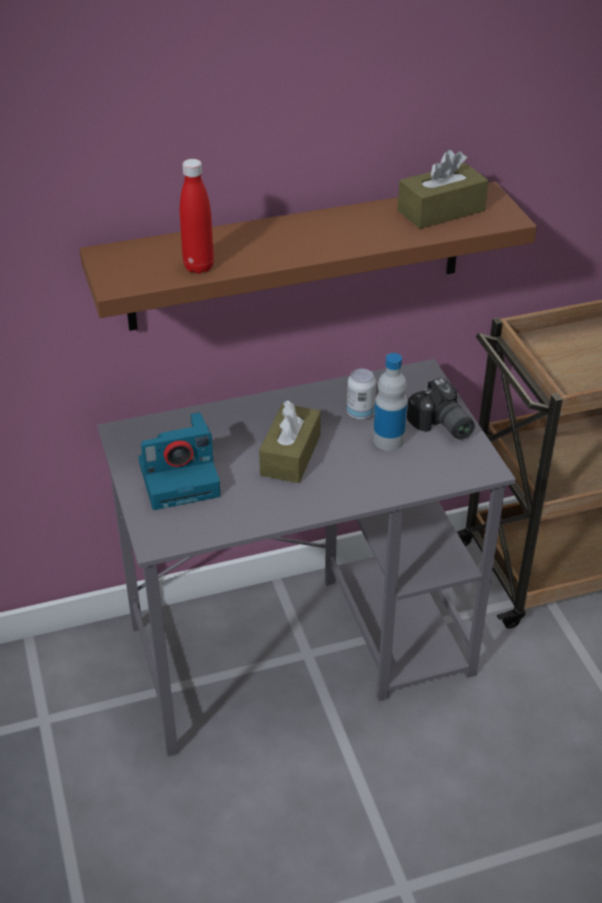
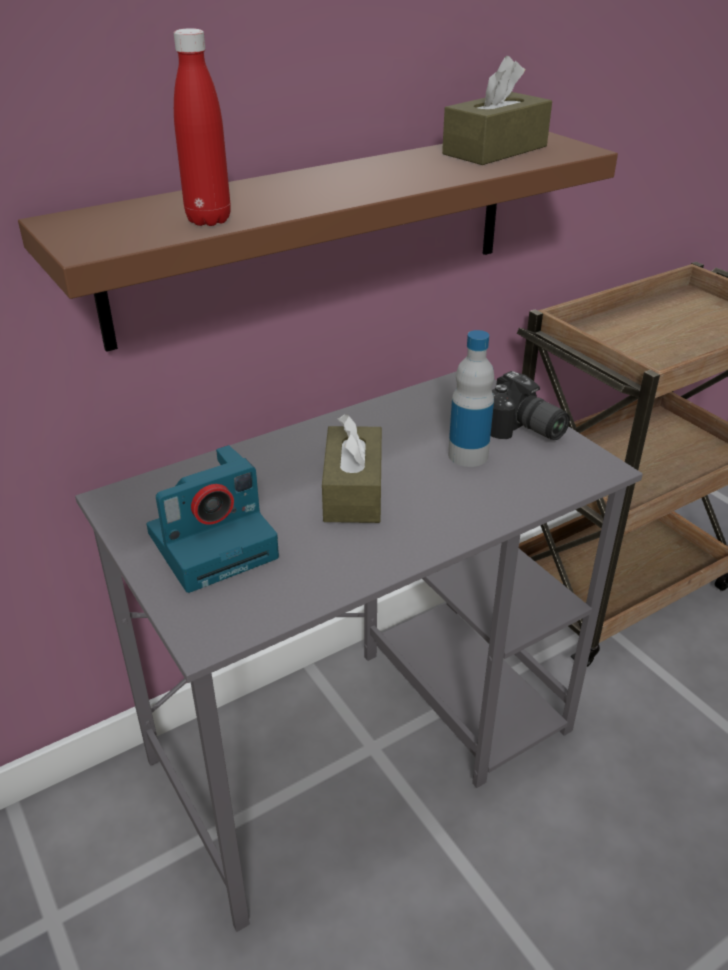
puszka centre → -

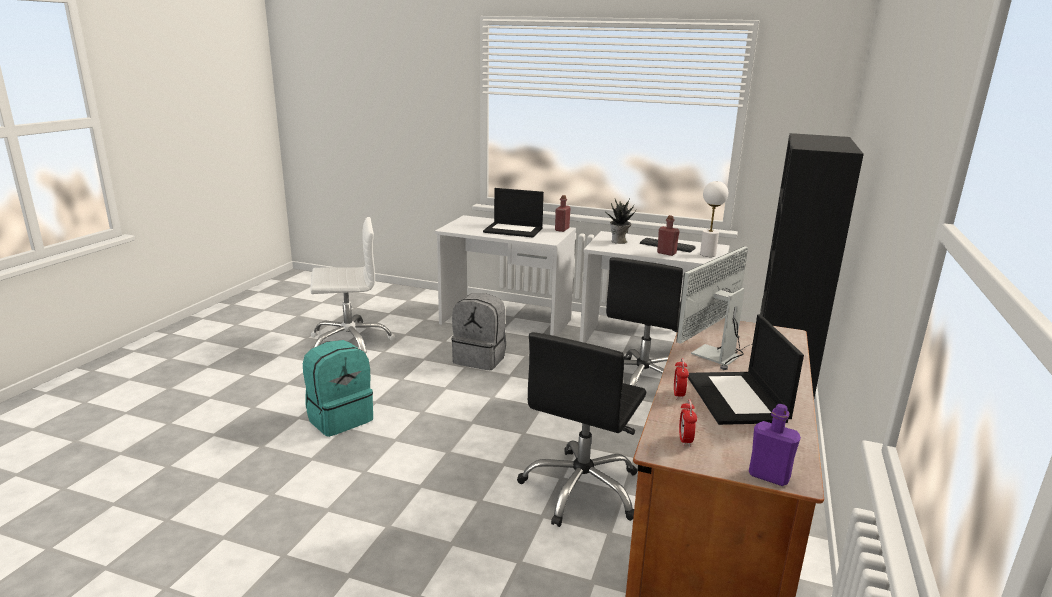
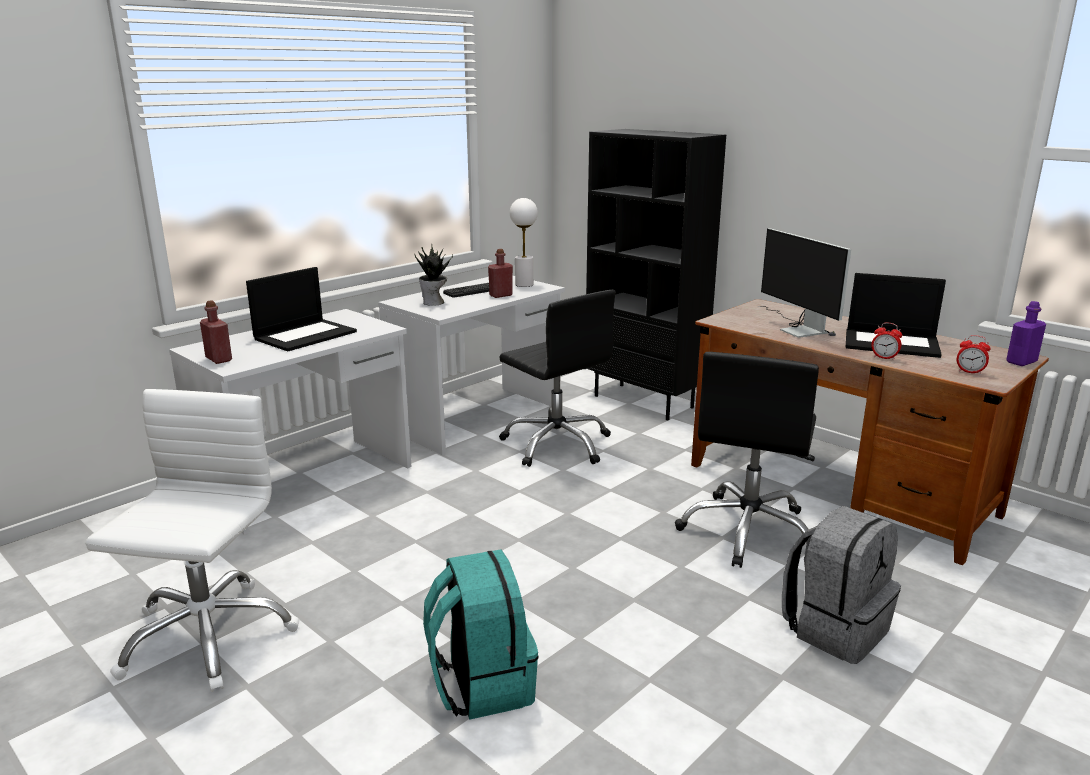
plecak/szary centre → plecak/szary bottom right, move
butelka/czerwony (1st from left) centre → butelka/czerwony (1st from left) middle left, move
krzesło biurowe/czarny (1st from left in the first image) bottom centre → krzesło biurowe/czarny (2nd from left) middle right, 60 degrees clockwise

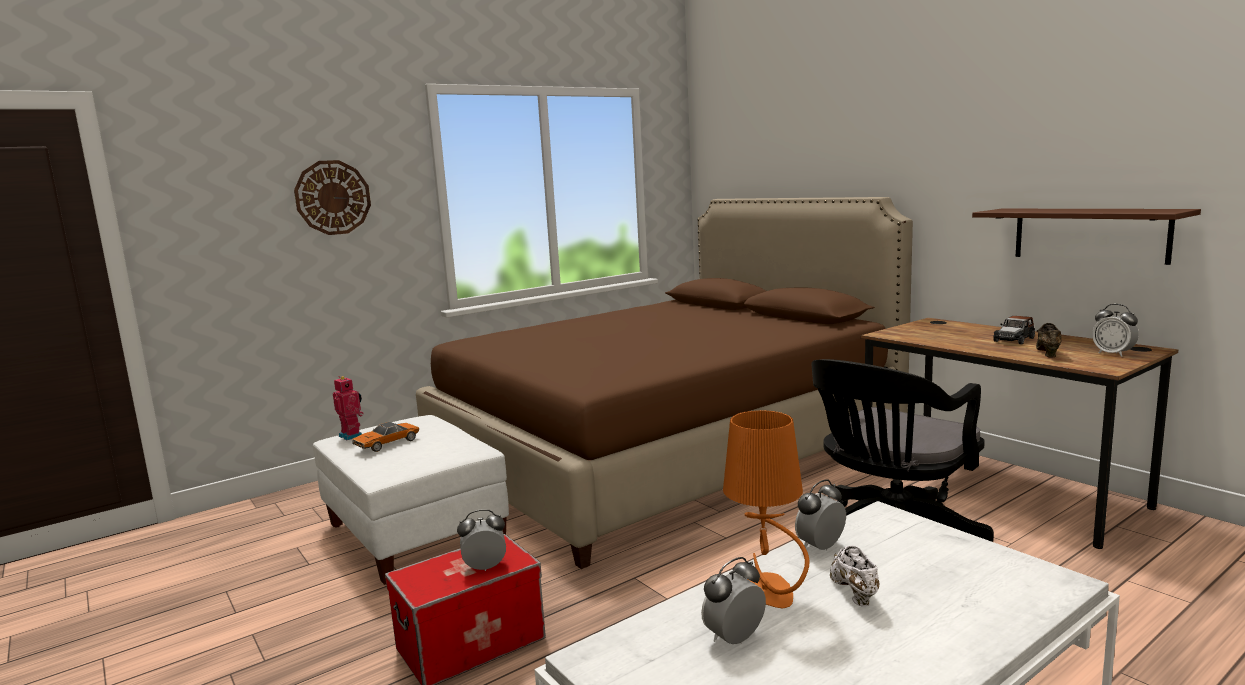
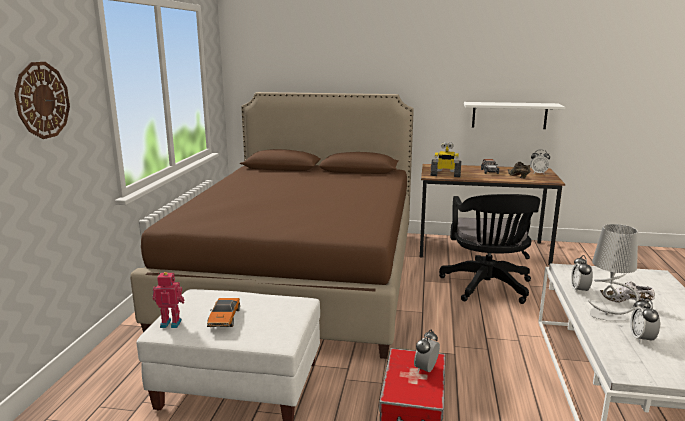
- → robot zabawkowy (2nd from left) centre
lampa stołowa/pomarańczowy bottom centre → lampa stołowa/szary middle right
półka/brązowy middle right → półka/biały top right

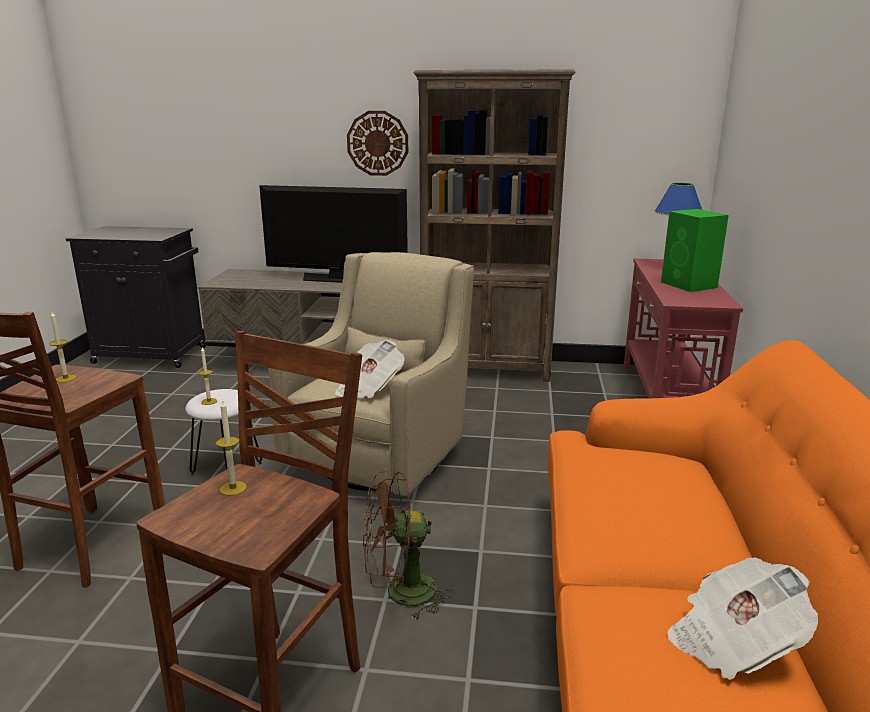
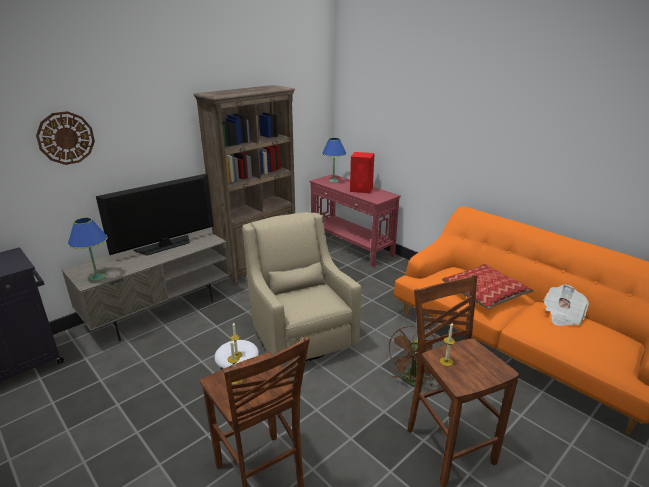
gazeta (1st from left) centre → -
- → lampa stołowa/niebieski (1st from left) middle left
- → poduszka middle right
zegar ścienny top centre → zegar ścienny top left, move
głośnik/zielony middle right → głośnik/czerwony centre

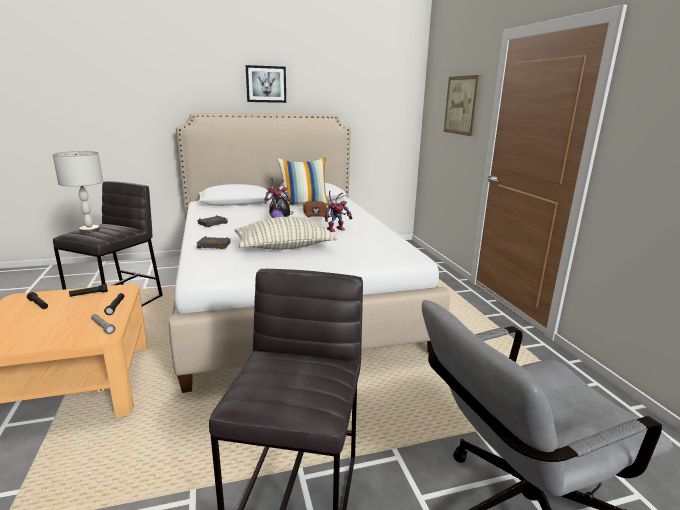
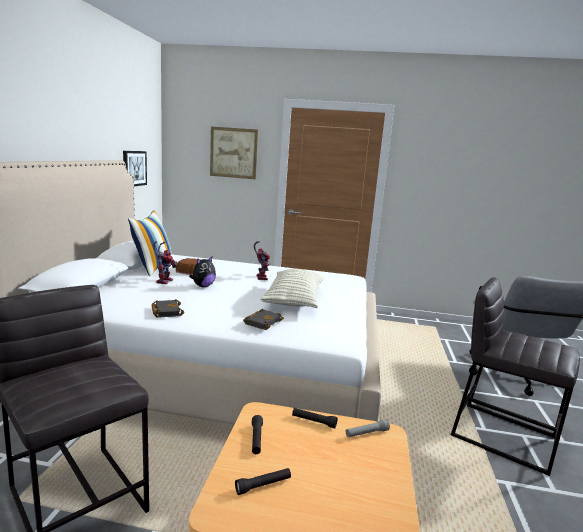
lampa stołowa/szary middle left → -
obraz (1st from left) top centre → obraz (1st from left) top left, move

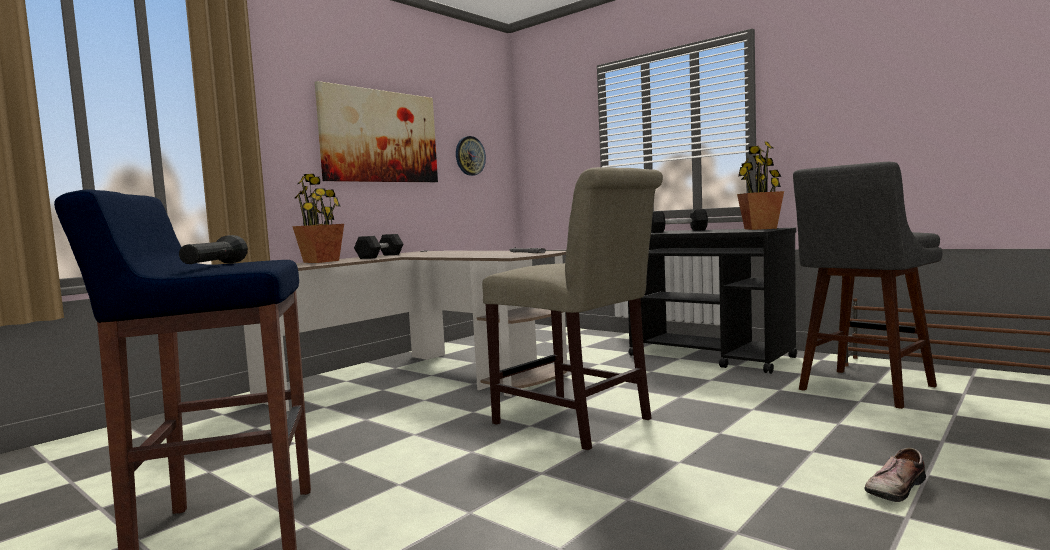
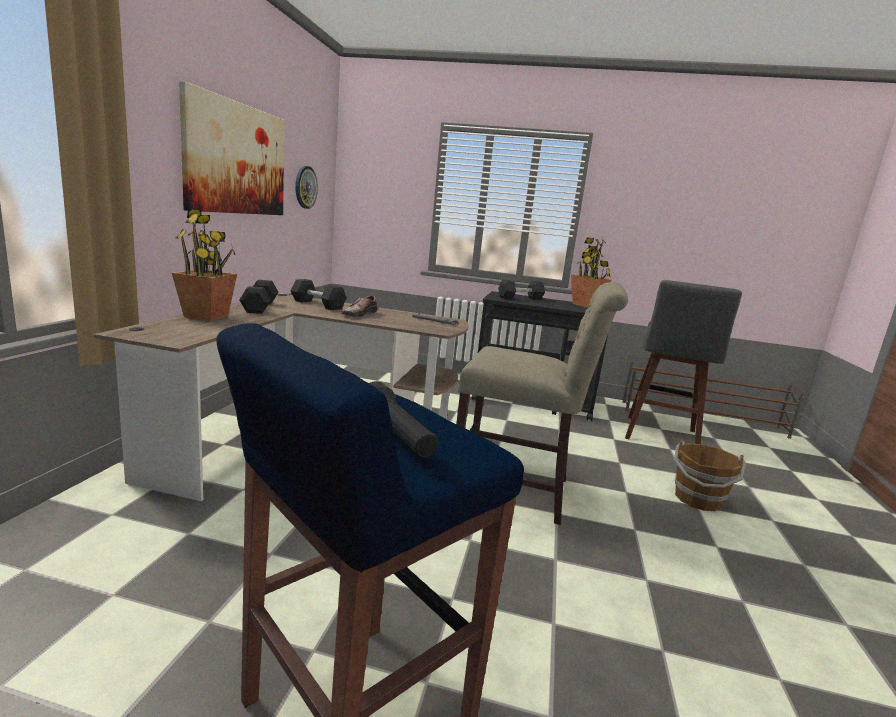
- → hantel/czarny (2nd from left) centre
- → wiadro/brązowy middle right
but bottom right → but centre, move

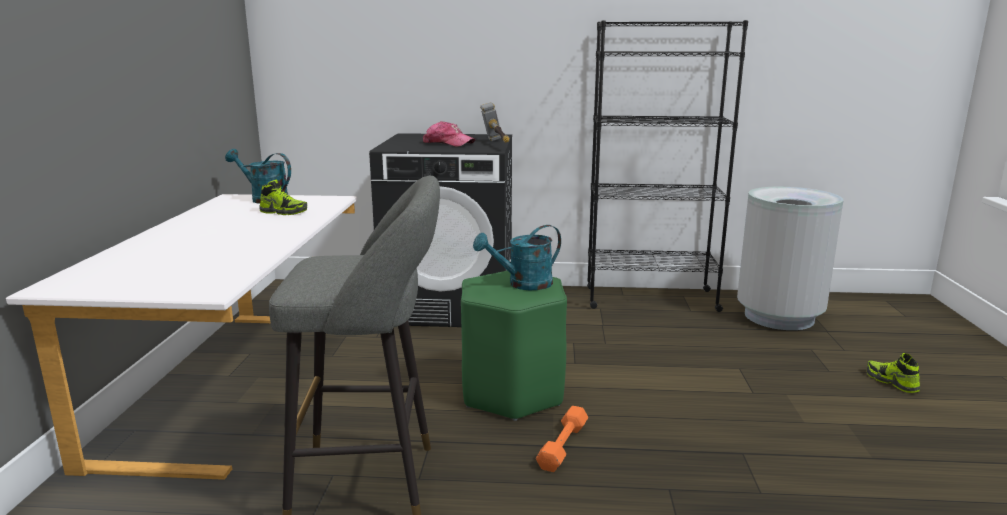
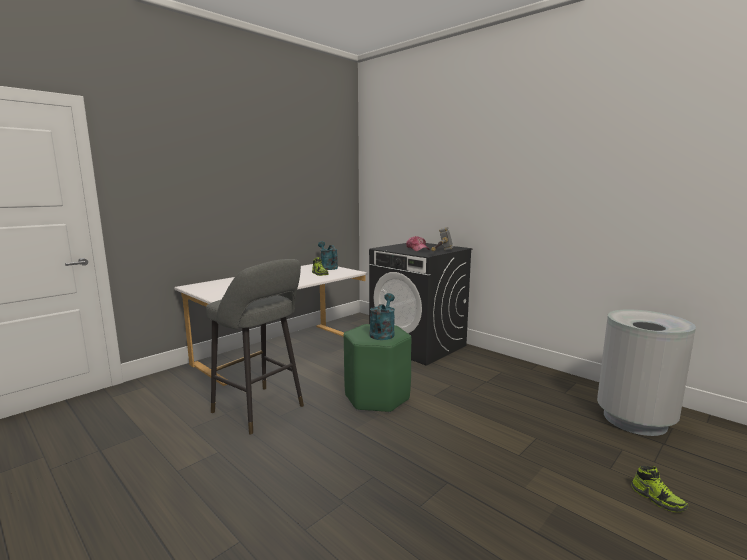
hantel/pomarańczowy bottom centre → -
regał/czarny top centre → -
konewka/turkusowy (2nd from left) centre, 90 degrees clockwise
but (2nd from left) bottom right, 135 degrees clockwise

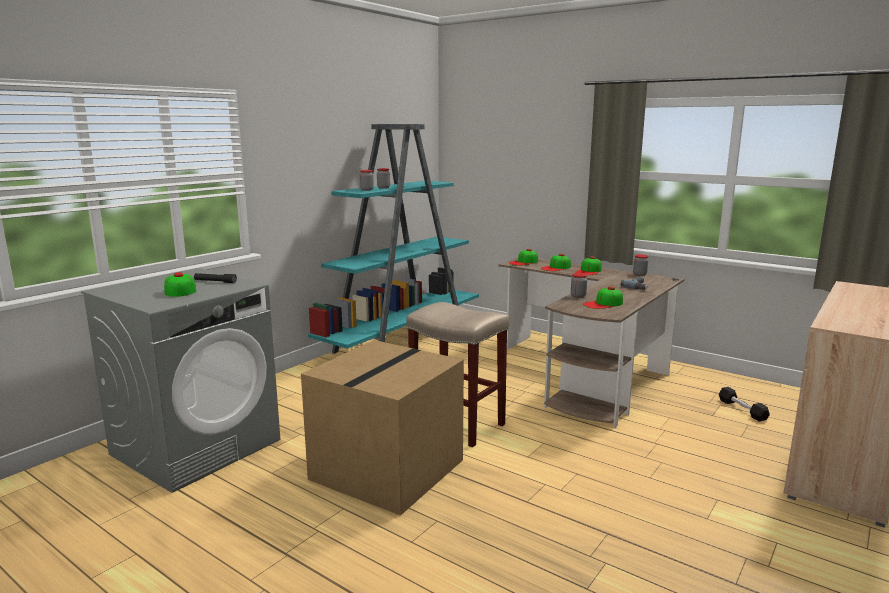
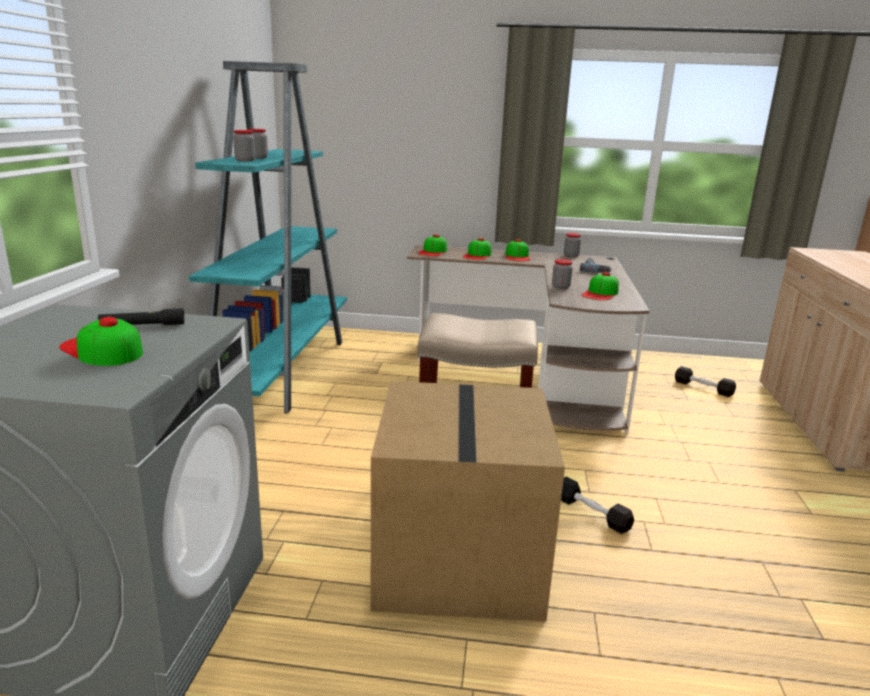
- → hantel/czarny (1st from left) bottom right

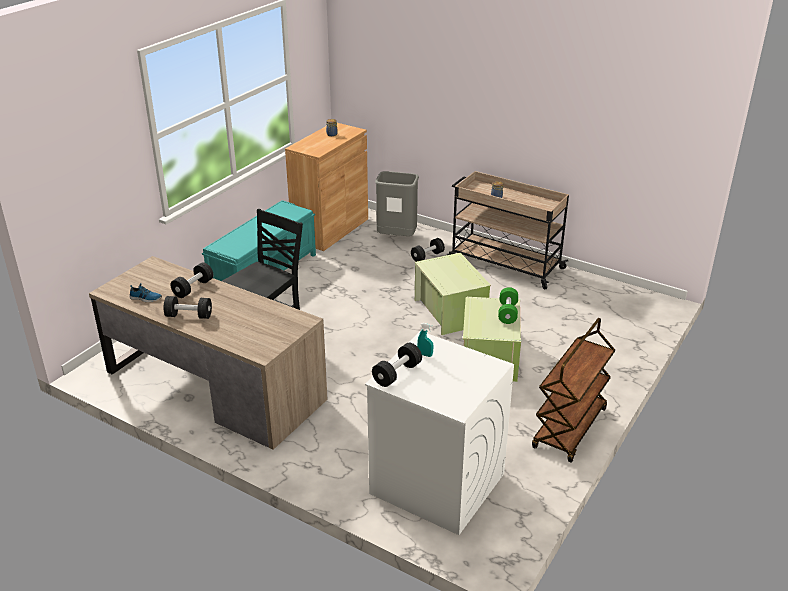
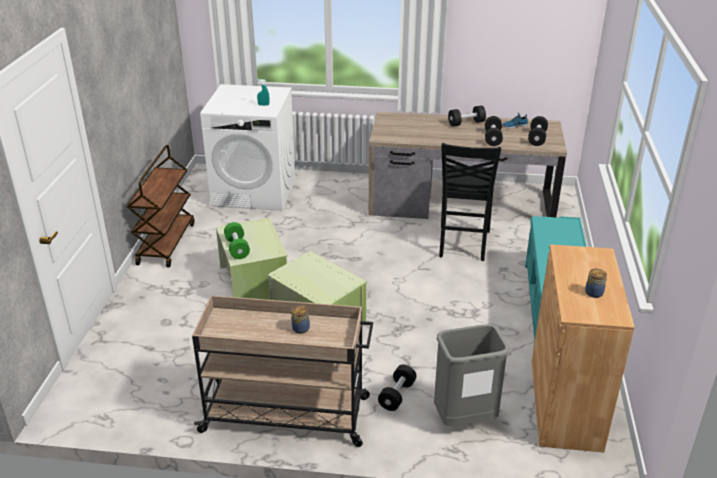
hantel/czarny (3rd from left in the first image) centre → hantel/czarny (4th from left) top right, move

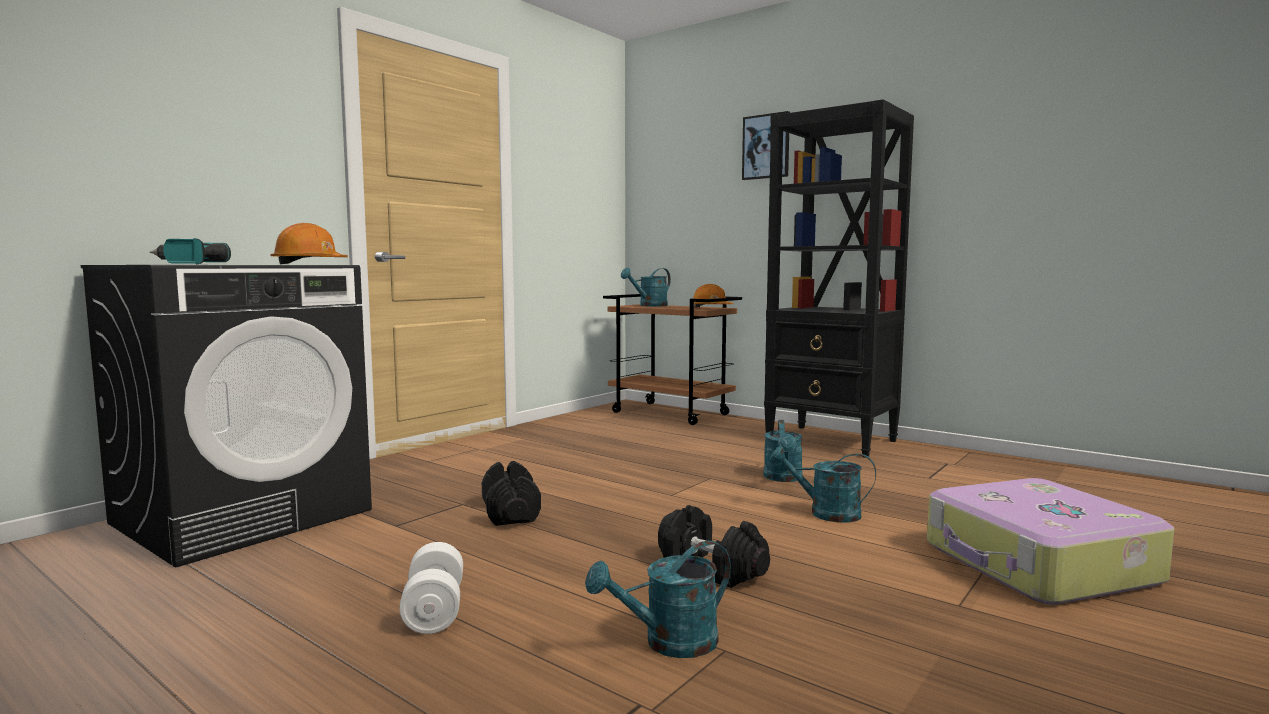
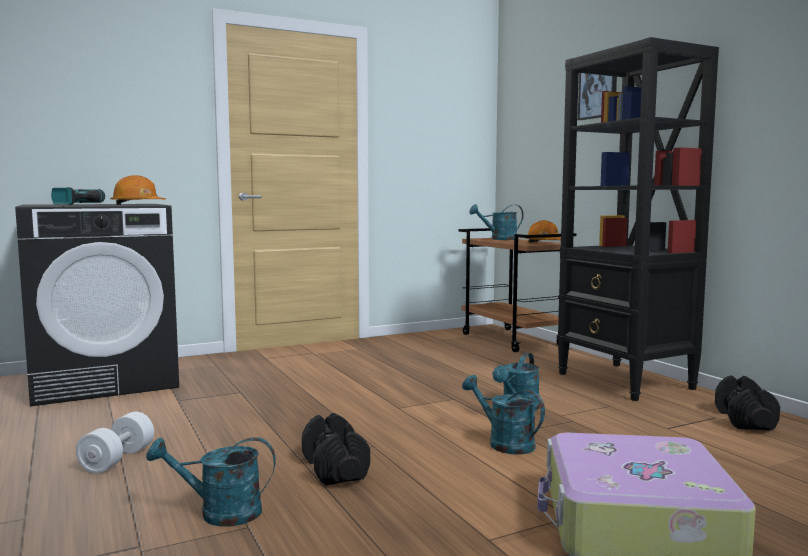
hantel/czarny (1st from left in the first image) bottom centre → hantel/czarny (2nd from left) bottom right, move

